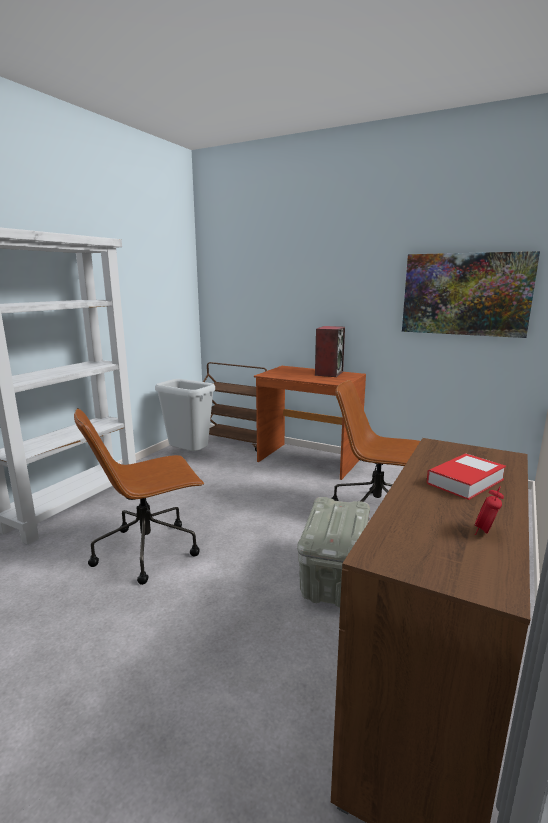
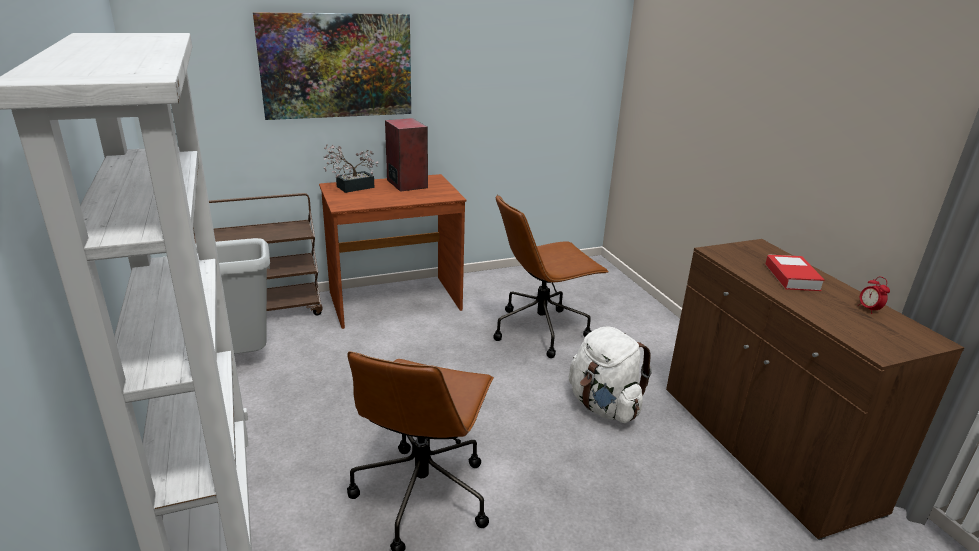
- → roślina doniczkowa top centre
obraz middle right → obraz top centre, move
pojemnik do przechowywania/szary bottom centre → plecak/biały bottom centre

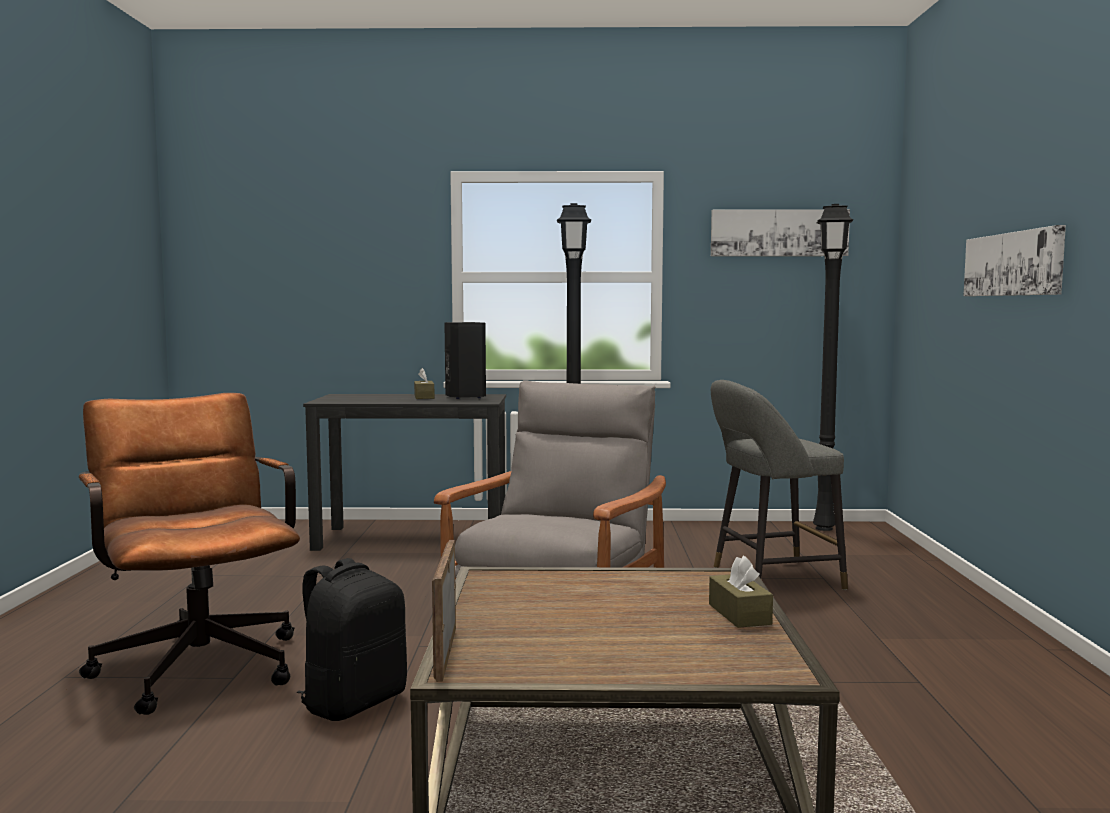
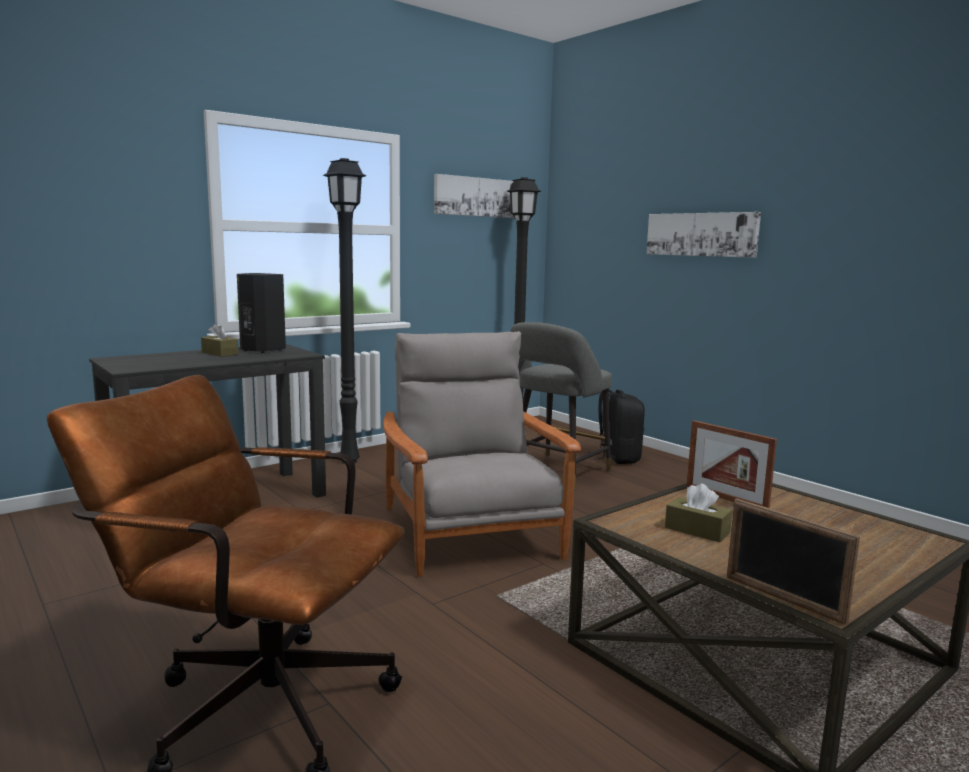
- → ramka na zdjęcie (1st from left) middle right
plecak/czarny bottom left → plecak/czarny centre, move
pudełko chusteczek/brązowy (2nd from left) bottom right → pudełko chusteczek/brązowy (2nd from left) middle right, move

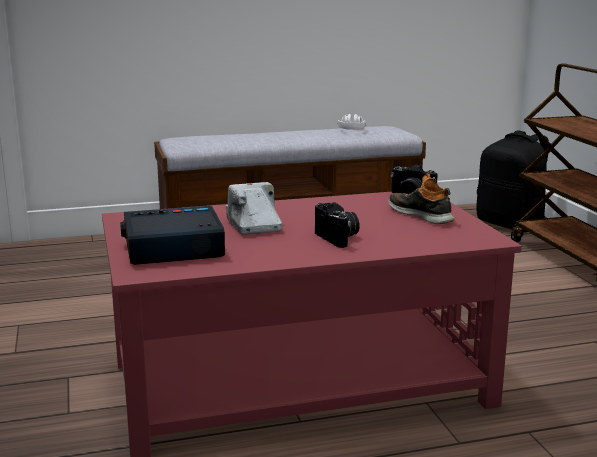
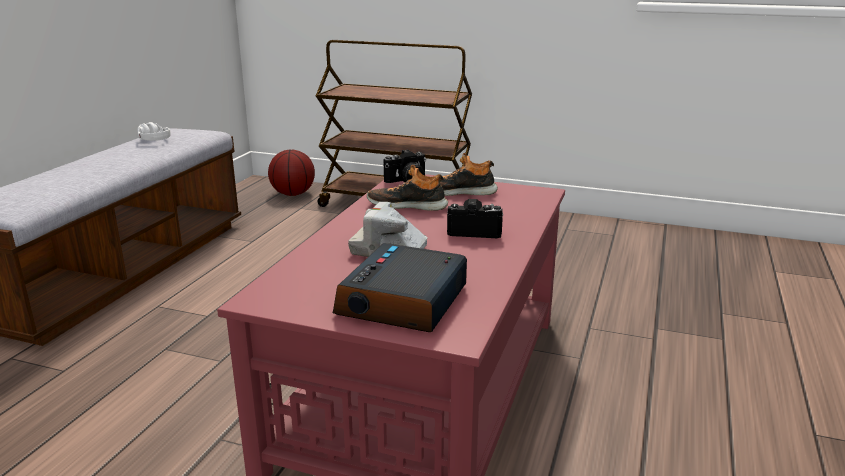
- → but (1st from left) centre
plecak/czarny middle right → piłka do koszykówki centre

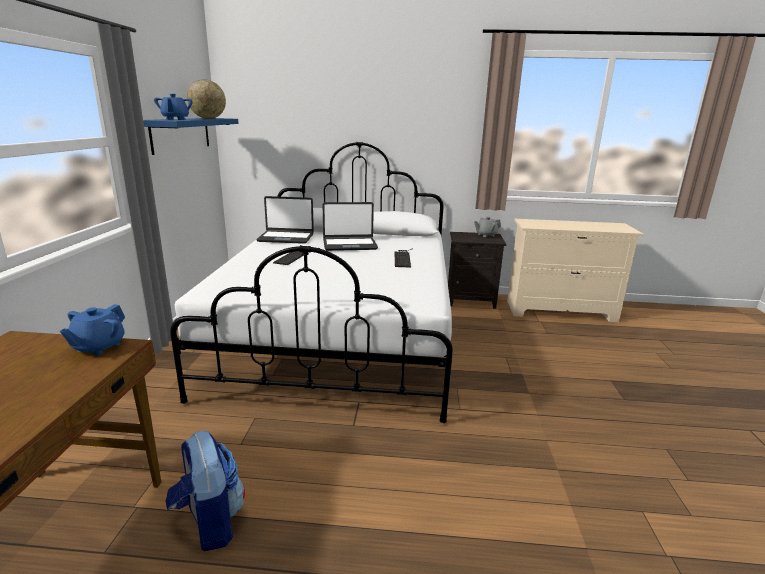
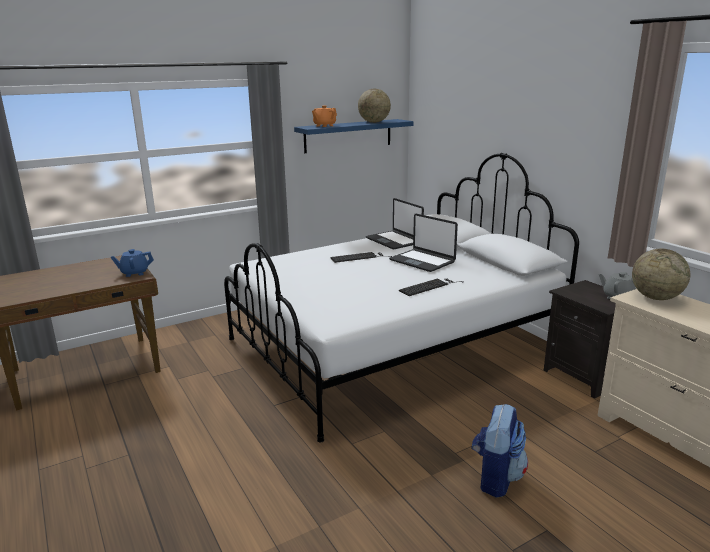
- → globus (2nd from left) middle right
plecak bottom left → plecak bottom right, move
imbryk/niebieski (2nd from left) top left → imbryk/pomarańczowy top centre

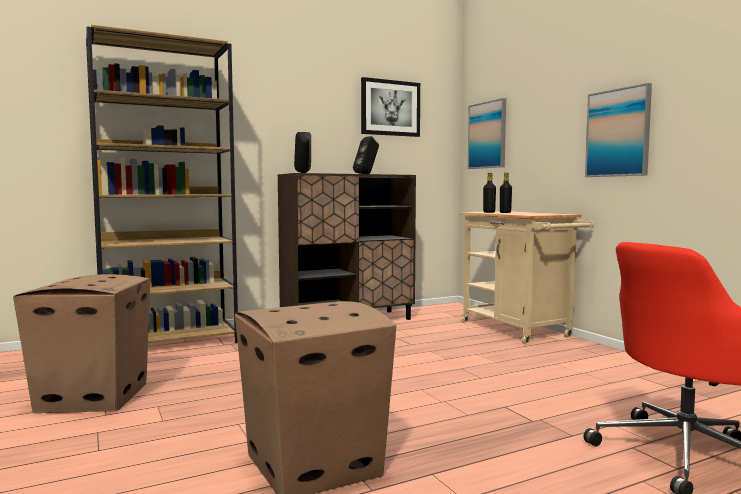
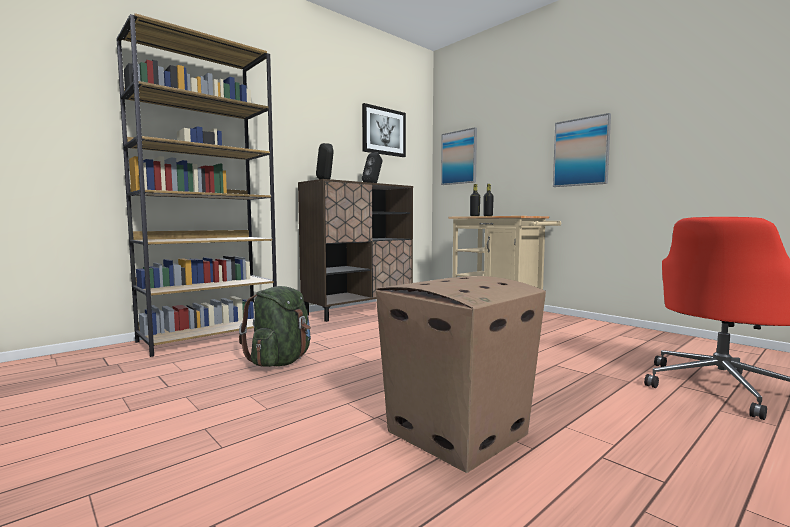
karton (1st from left) bottom left → -
- → plecak/zielony centre

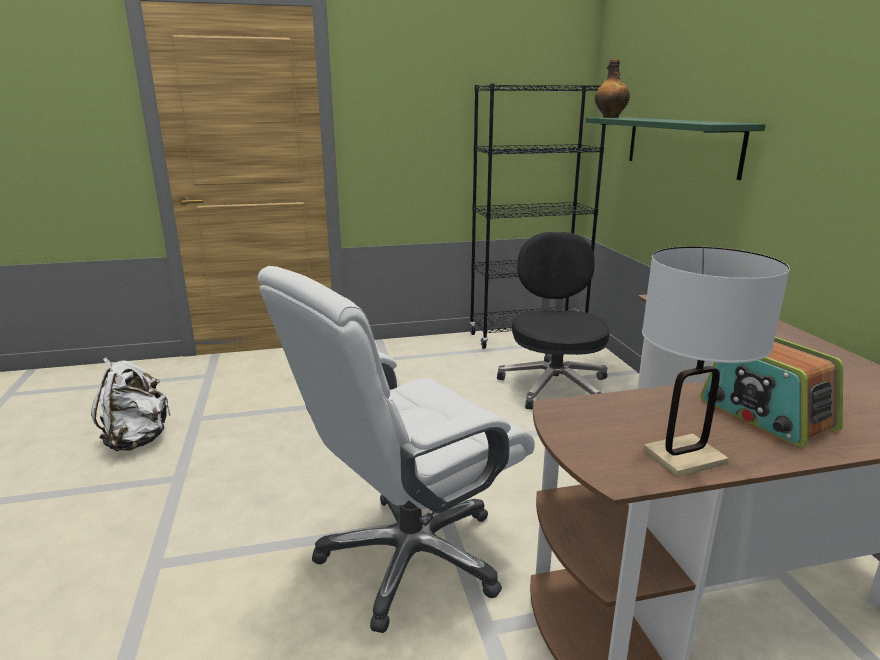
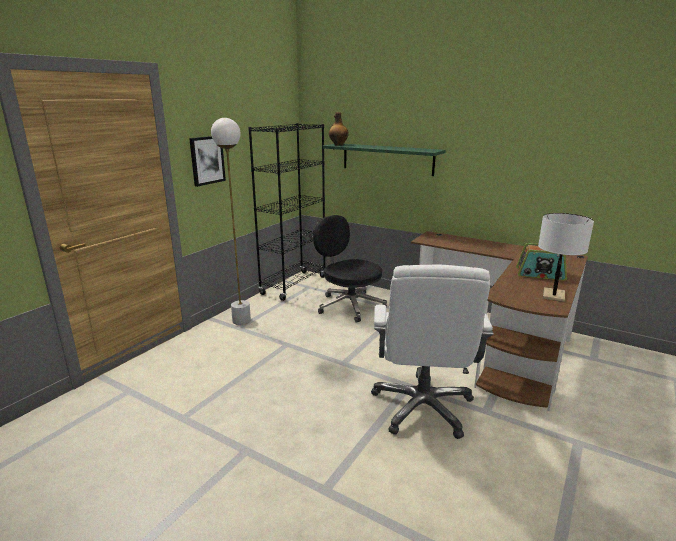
plecak/biały middle left → -
- → obraz top left
- → lampa stojąca/biały centre

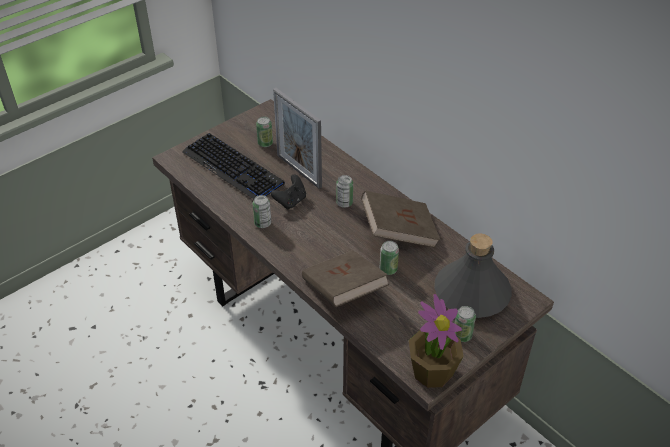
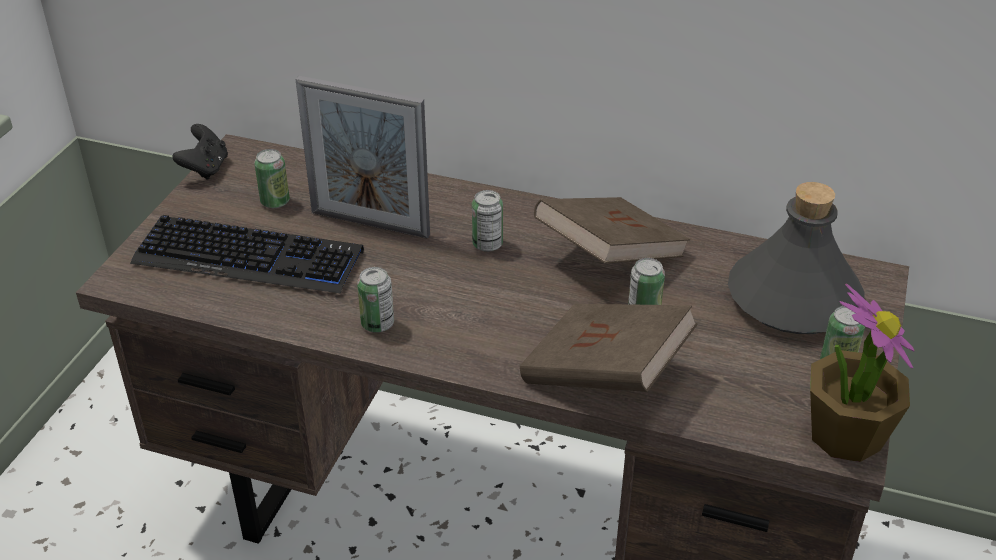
pad do gier/czarny centre → pad do gier/czarny top left, move

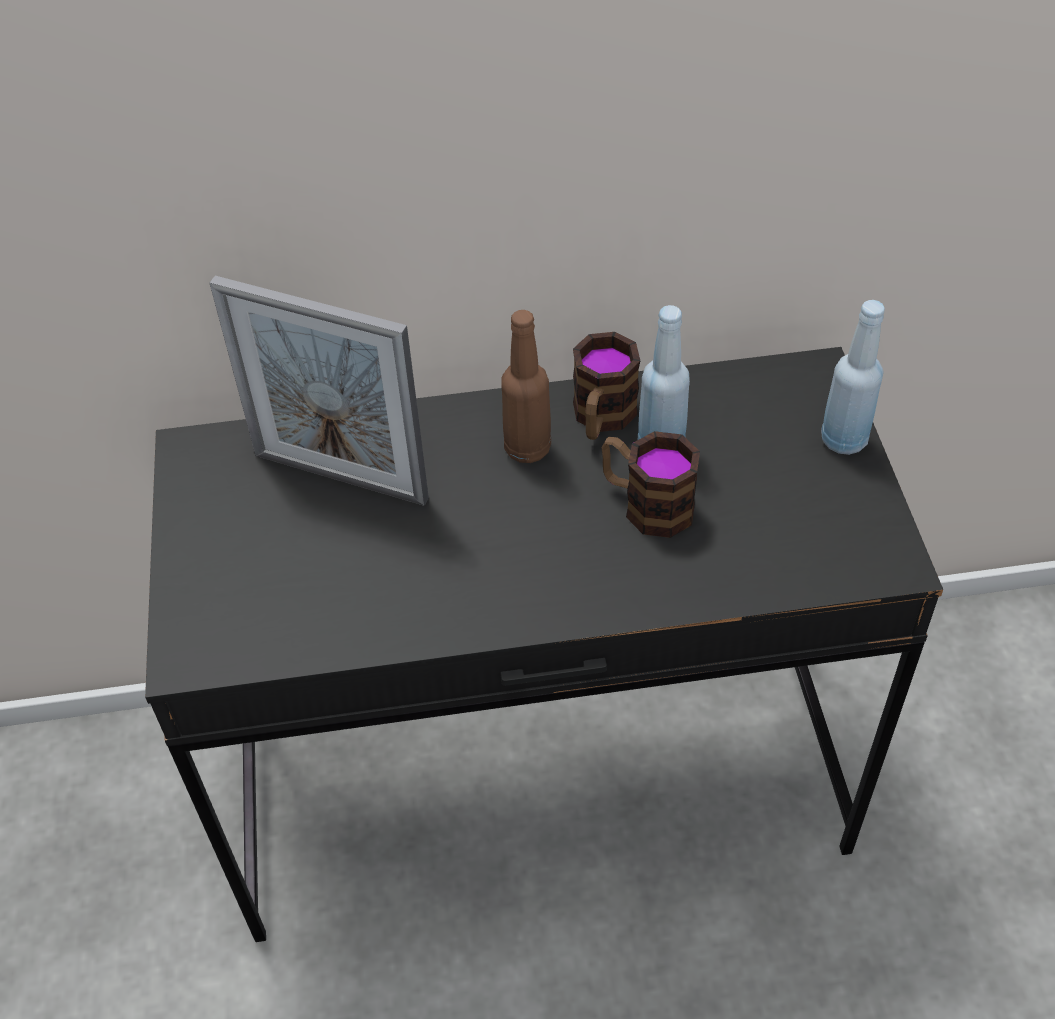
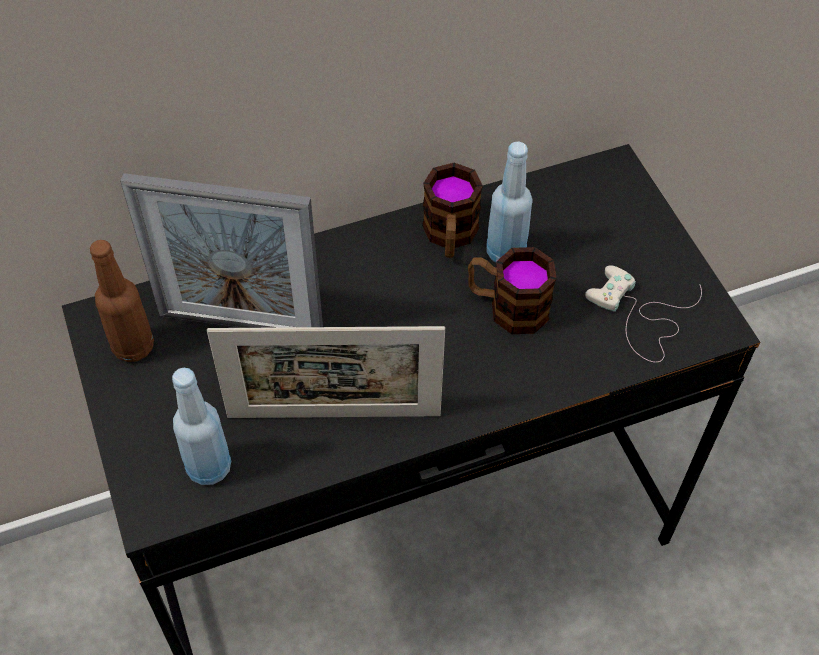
- → ramka na zdjęcie (2nd from left) centre
- → pad do gier/biały middle right
butelka/brązowy centre → butelka/brązowy middle left, move
butelka/niebieski (2nd from left in the first image) middle right → butelka/niebieski (1st from left) middle left, move

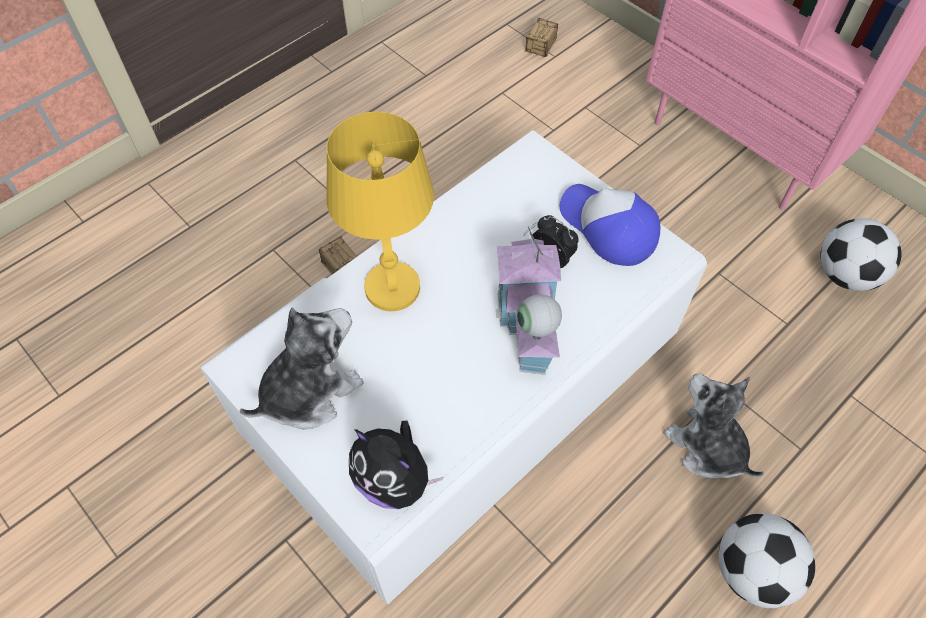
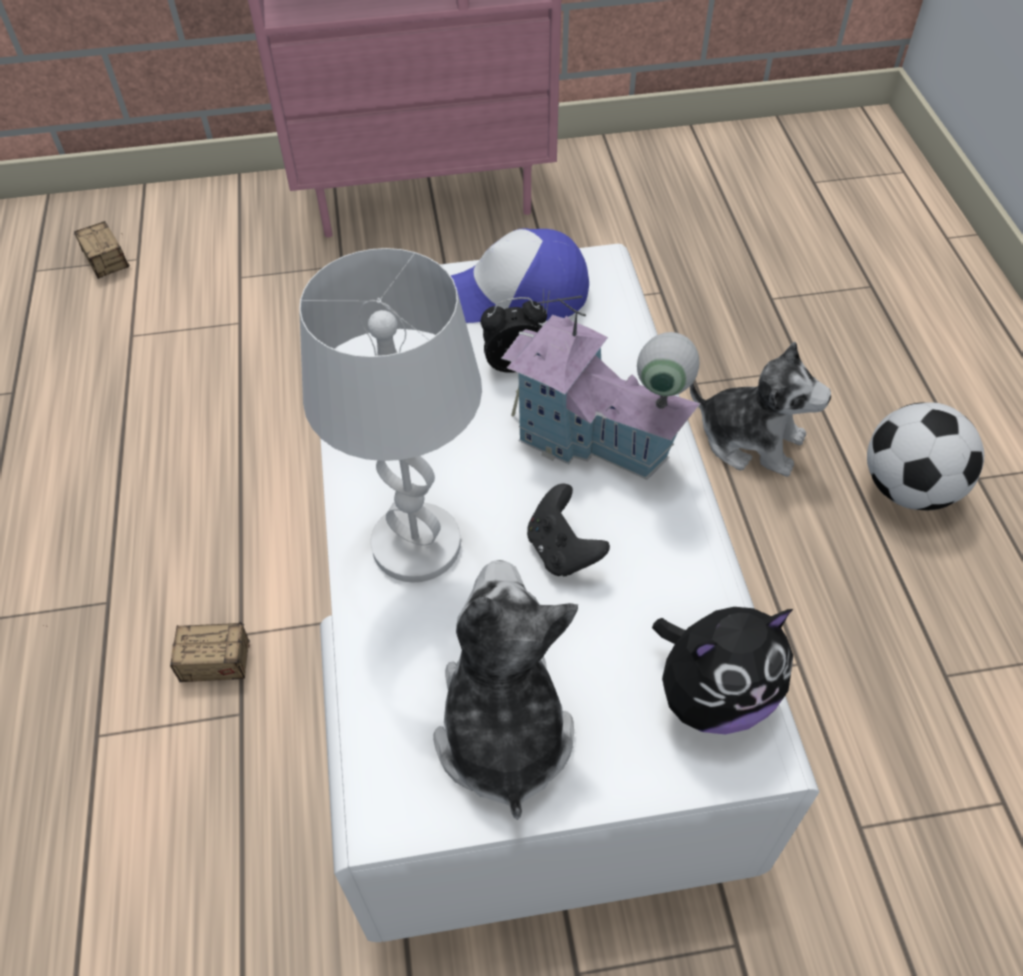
piłka futbolowa (2nd from left) middle right → -
- → pad do gier/czarny centre
lampa stołowa/żółty centre → lampa stołowa/biały centre
pluszak (3rd from left) bottom right → pluszak (3rd from left) middle right, 150 degrees counterclockwise

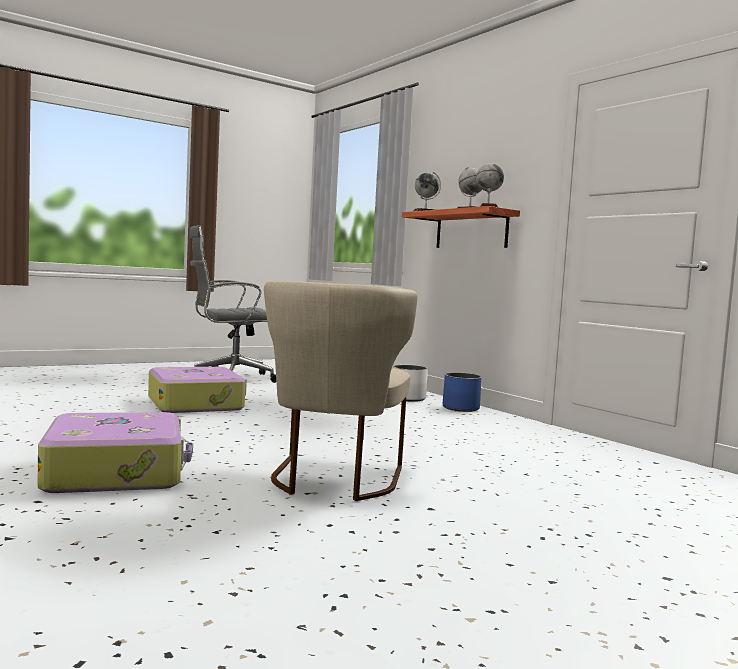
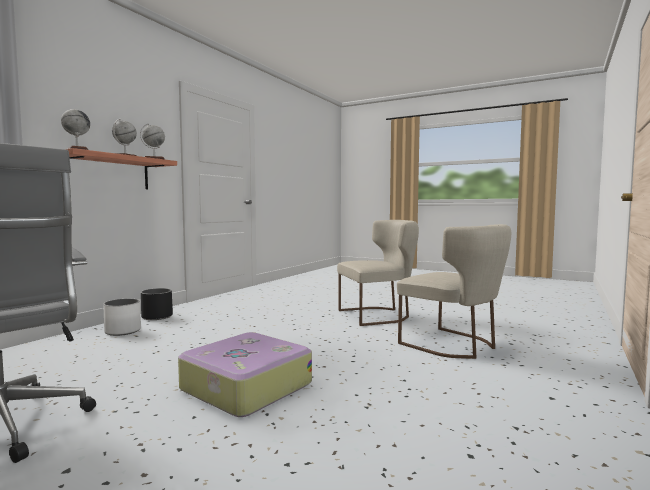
walizka (1st from left) bottom left → krzesło/beżowy (2nd from left) middle right
donica/niebieski centre → donica/czarny middle left

